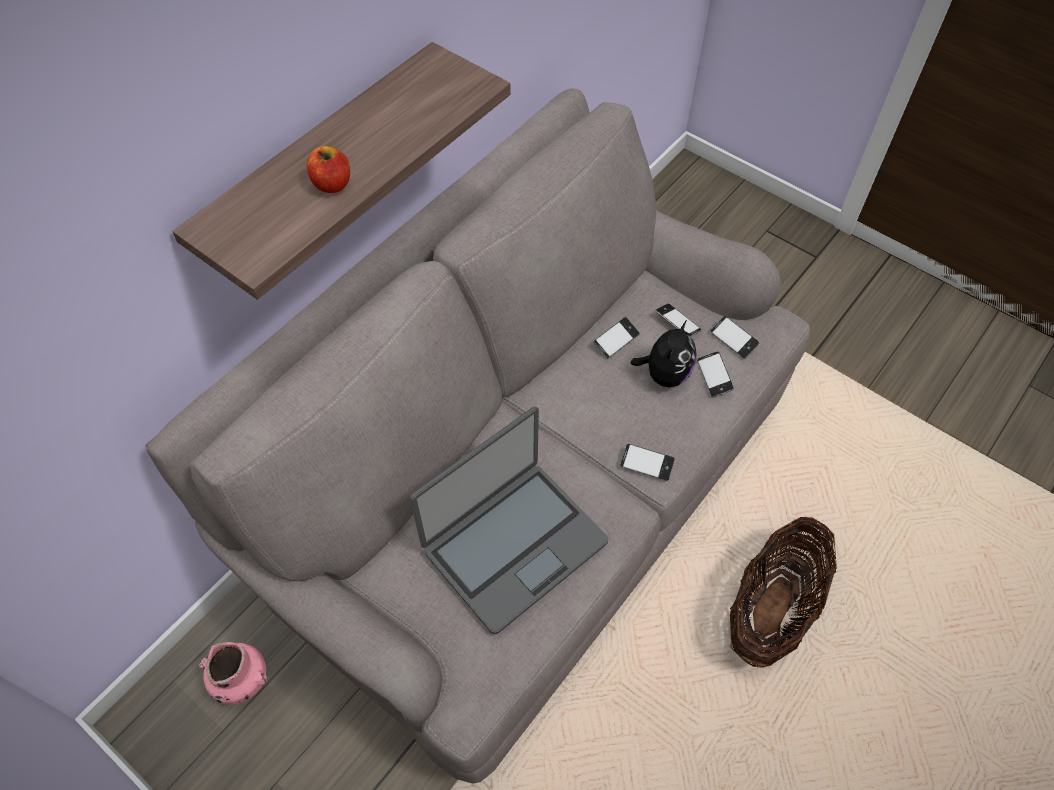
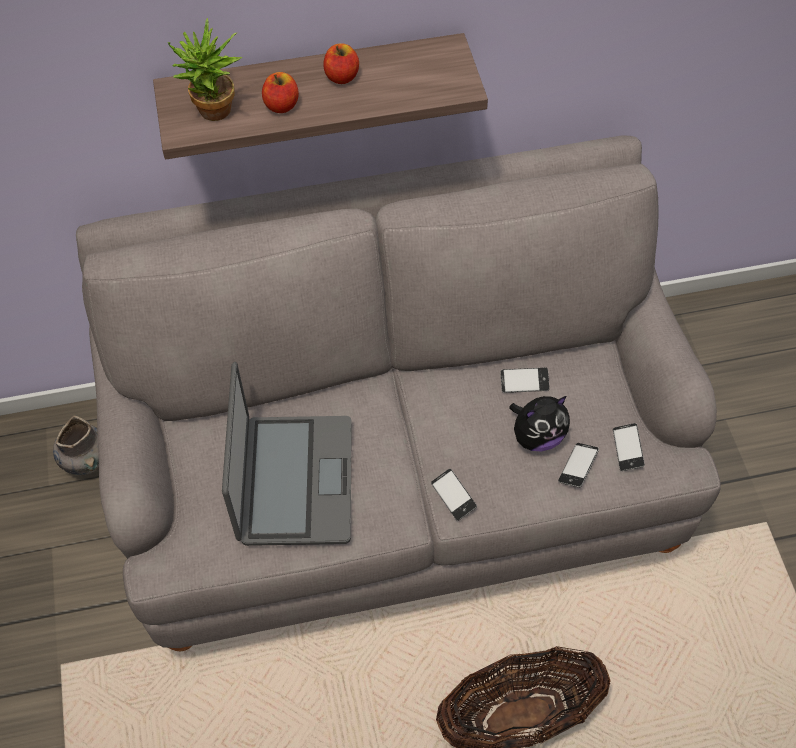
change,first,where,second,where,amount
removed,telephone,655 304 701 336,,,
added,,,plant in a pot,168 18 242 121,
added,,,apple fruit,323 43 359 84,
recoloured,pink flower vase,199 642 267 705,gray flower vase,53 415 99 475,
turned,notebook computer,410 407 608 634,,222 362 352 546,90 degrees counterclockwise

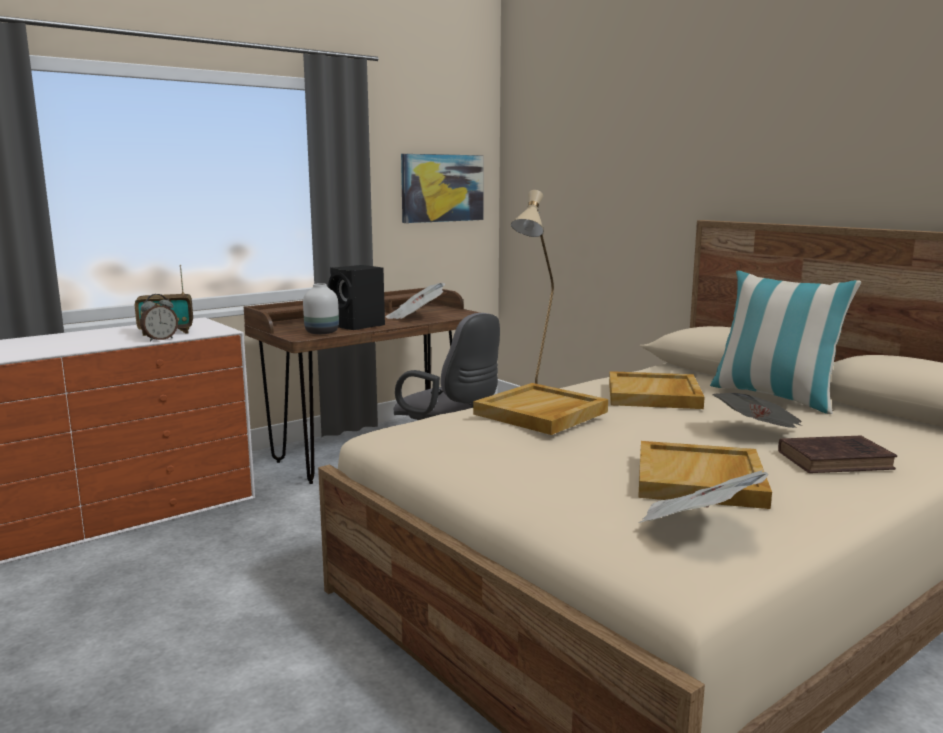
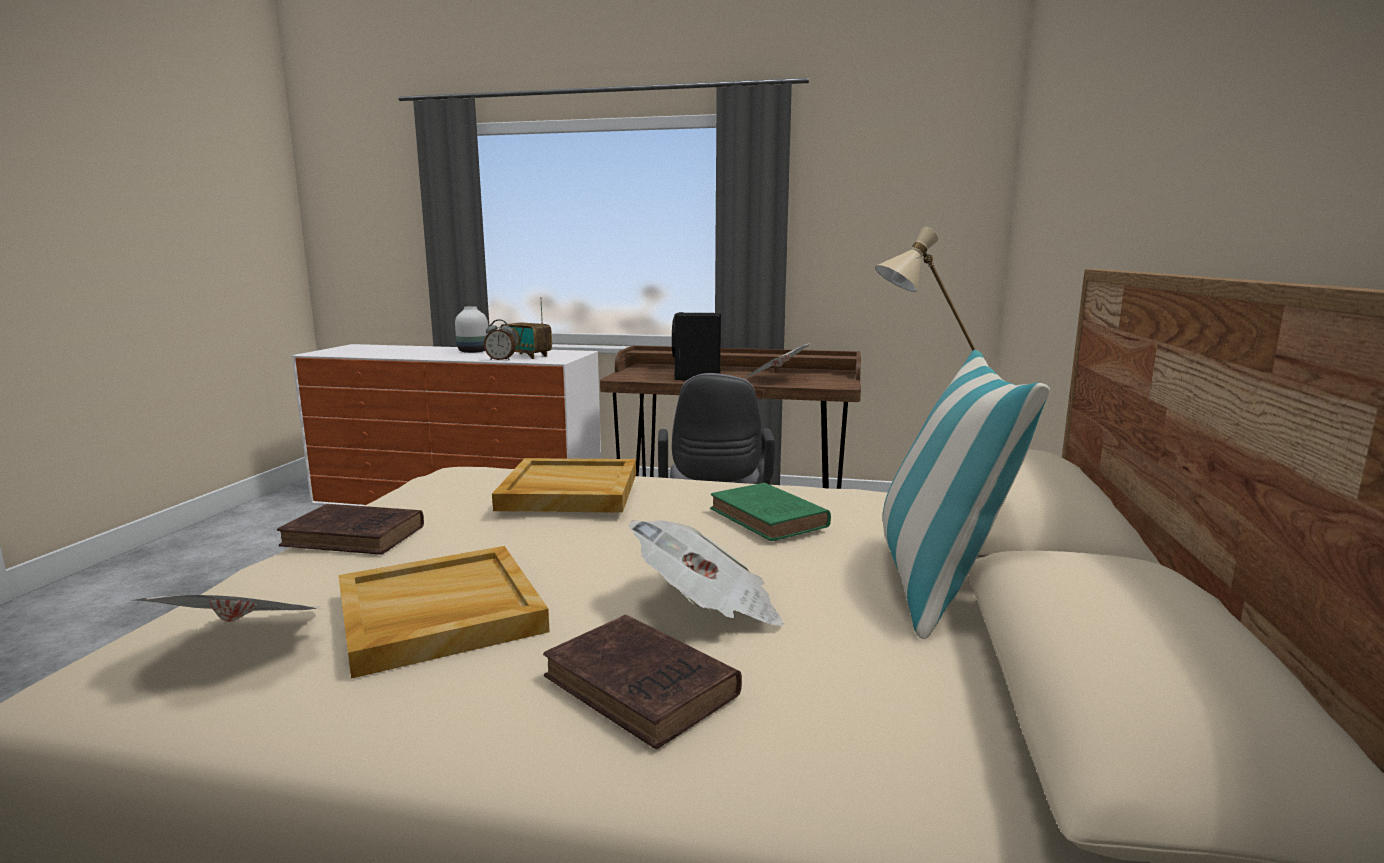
change,first,where,second,where,amount
removed,wall art,401 154 484 223,,,
added,,,brown volume,277 504 424 555,
moved,white flower vase,303 283 339 334,,455 306 488 353,
replaced,beige-coloured serving tray,609 371 705 409,green-coloured volume,710 483 831 541,

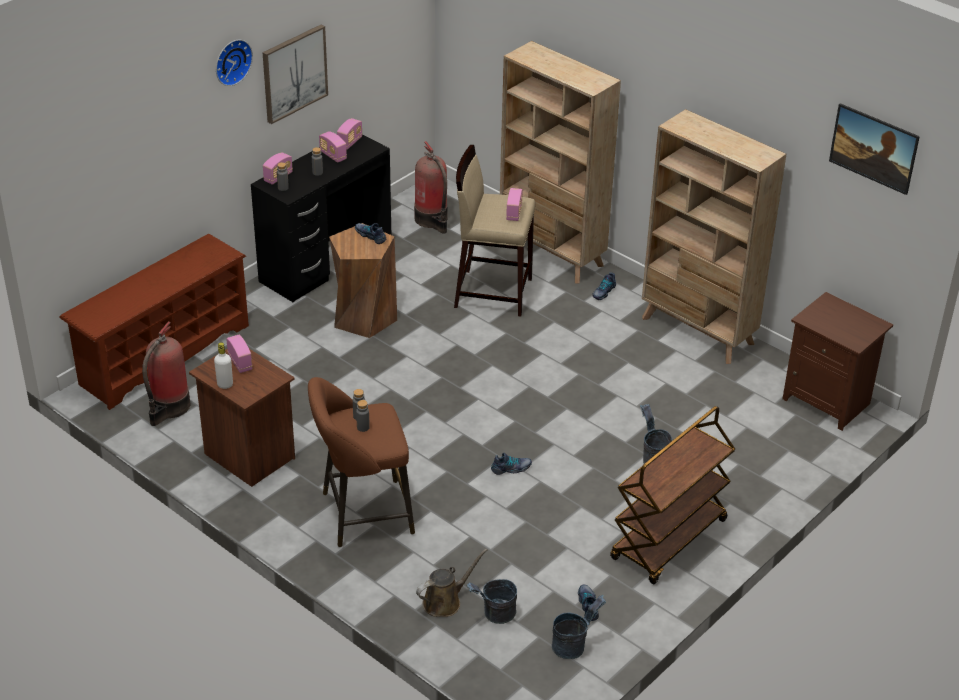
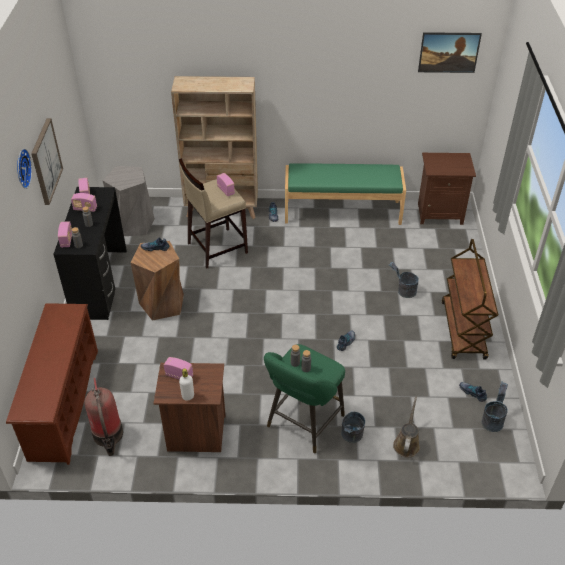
change,first,where,second,where,amount
moved,gray bucket,467 579 517 624,,341 412 365 443,
replaced,fire extinguisher,414 141 448 234,gray stool seat,102 166 155 236,
replaced,beige-coloured shelving unit,642 109 786 364,green-coloured bench,285 163 406 225,
recoloured,brown stool seat,308 377 415 547,green-coloured stool seat,264 344 345 453,

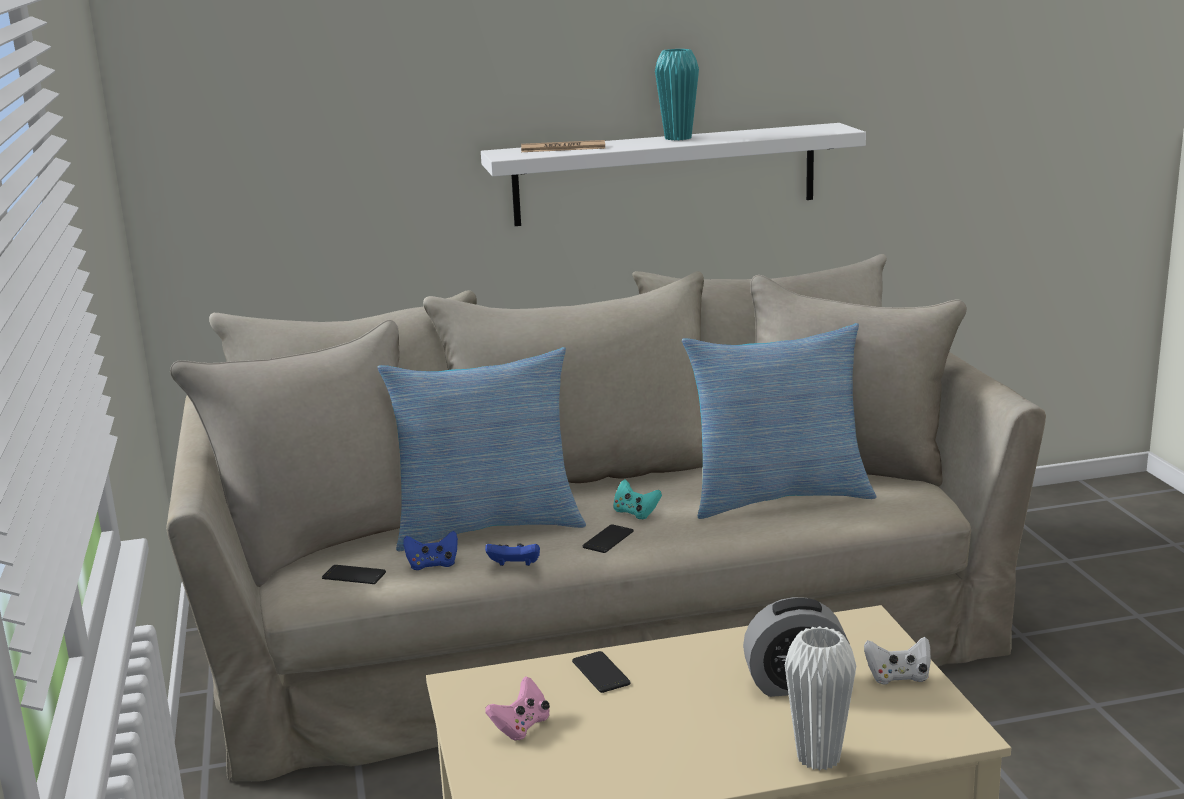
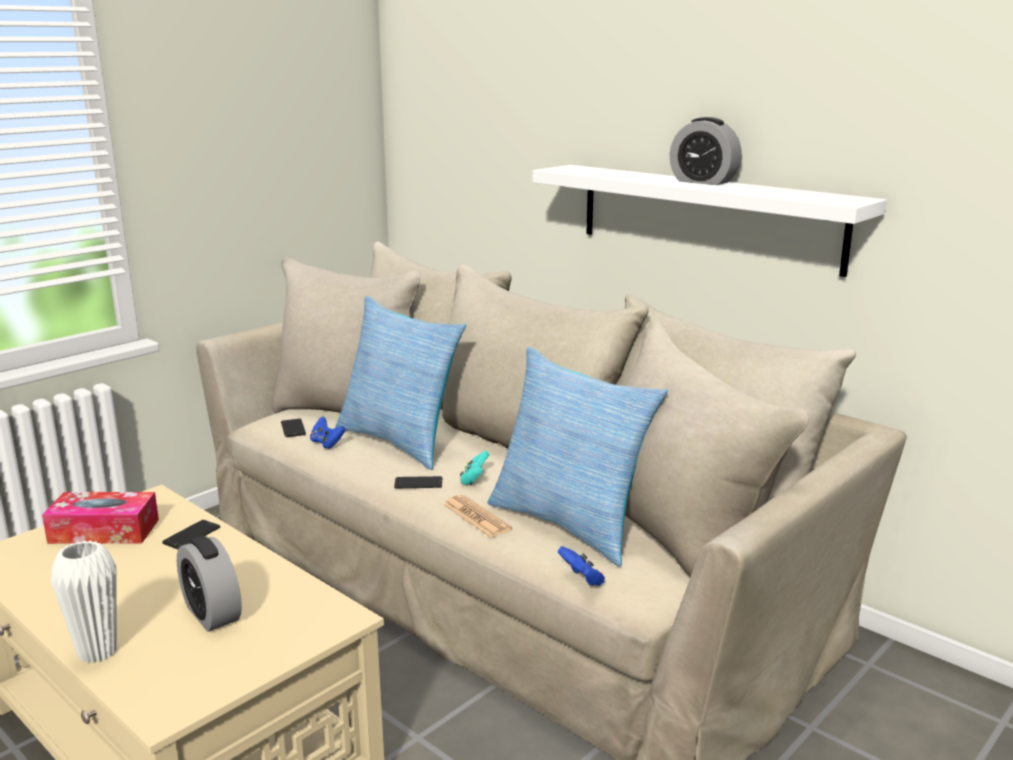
change,first,where,second,where,amount
removed,white gamepad,864 637 931 684,,,
moved,blue-coloured gamepad,485 543 540 566,,558 546 605 586,
moved,printed paper,521 140 606 152,,443 495 512 538,
replaced,pink gamepad,485 676 550 740,tissue holder,42 492 159 544,
replaced,turquoise flower vase,655 49 699 140,bedside clock,670 117 742 185,

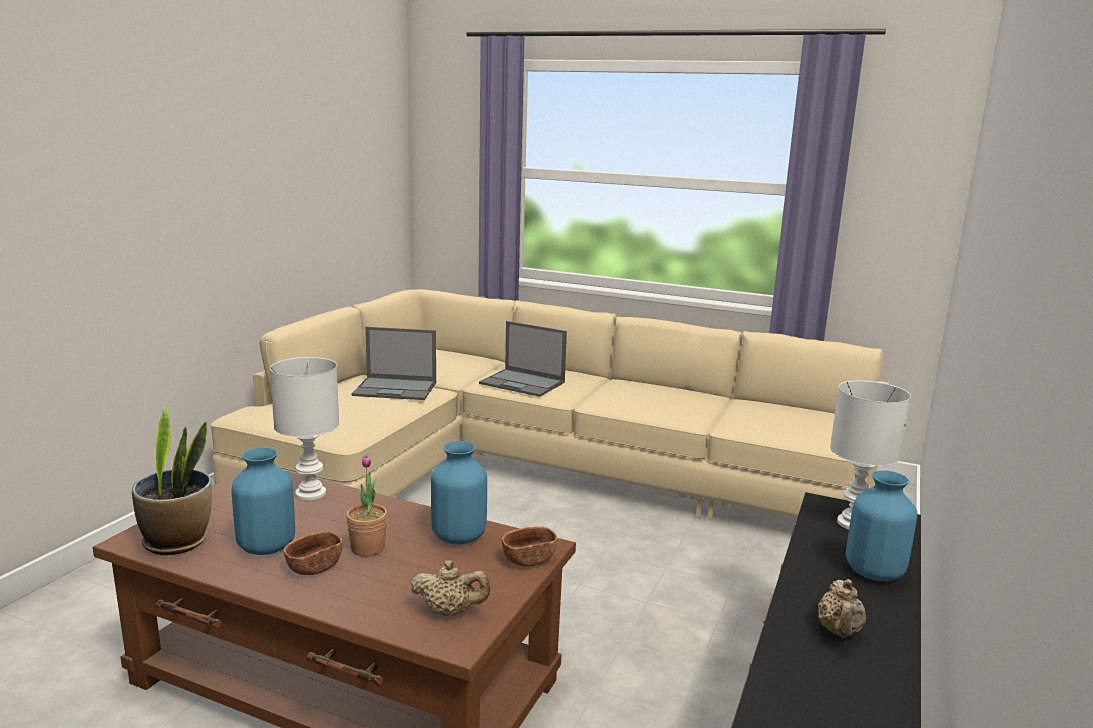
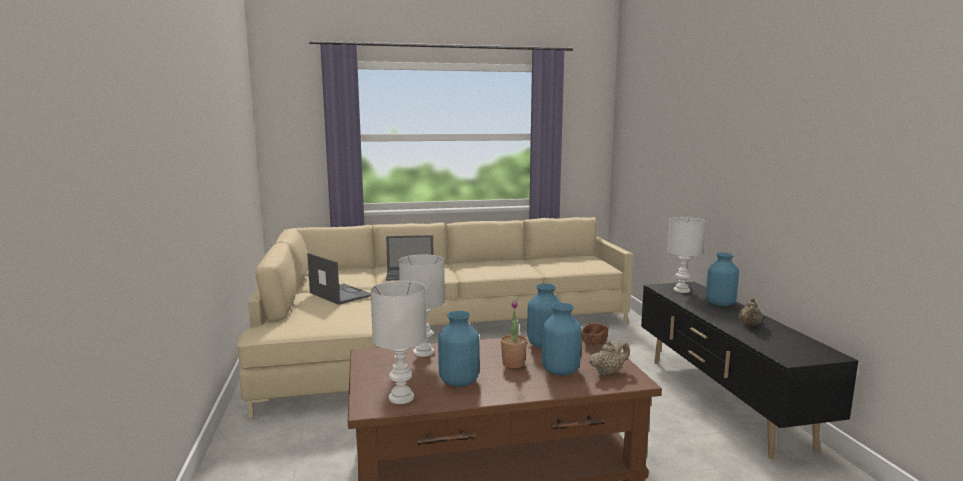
change,first,where,second,where,amount
removed,brown deep dish,284 531 343 575,,,
added,,,blue-coloured flower vase,542 303 581 376,
replaced,plant in a pot,132 406 212 555,white lamp for a table,370 281 427 404,
turned,notebook computer,351 327 436 400,,307 253 371 305,105 degrees counterclockwise
turned,beige-coloured teapot,818 579 866 638,,739 298 763 327,45 degrees clockwise

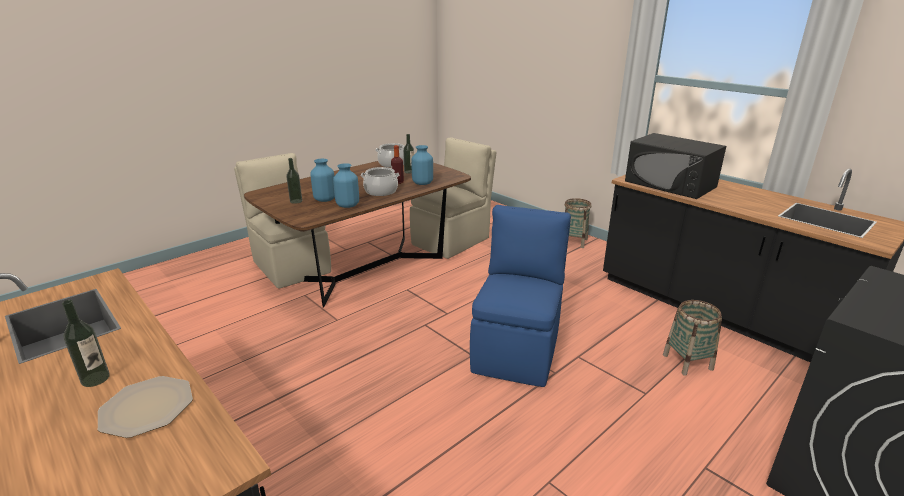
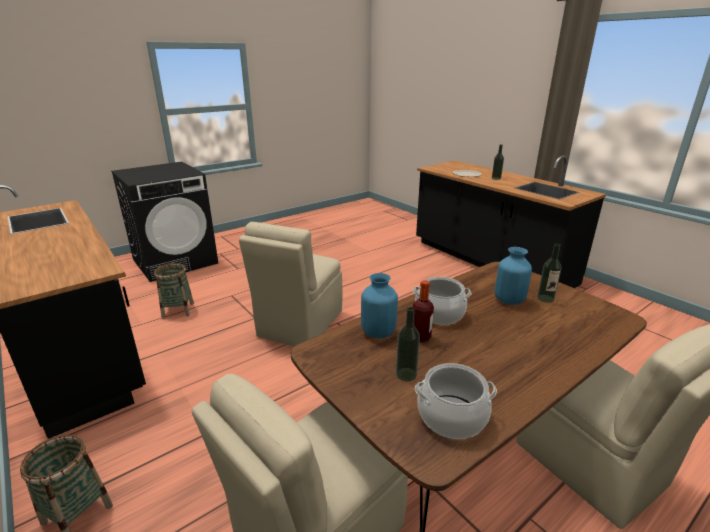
change,first,where,second,where,amount
removed,blue-coloured flower vase,333 163 359 208,,,
removed,black-coloured kitchen microwave,625 133 726 199,,,
recoloured,blue-coloured plain chair,470 205 571 387,beige-coloured plain chair,239 222 342 346,

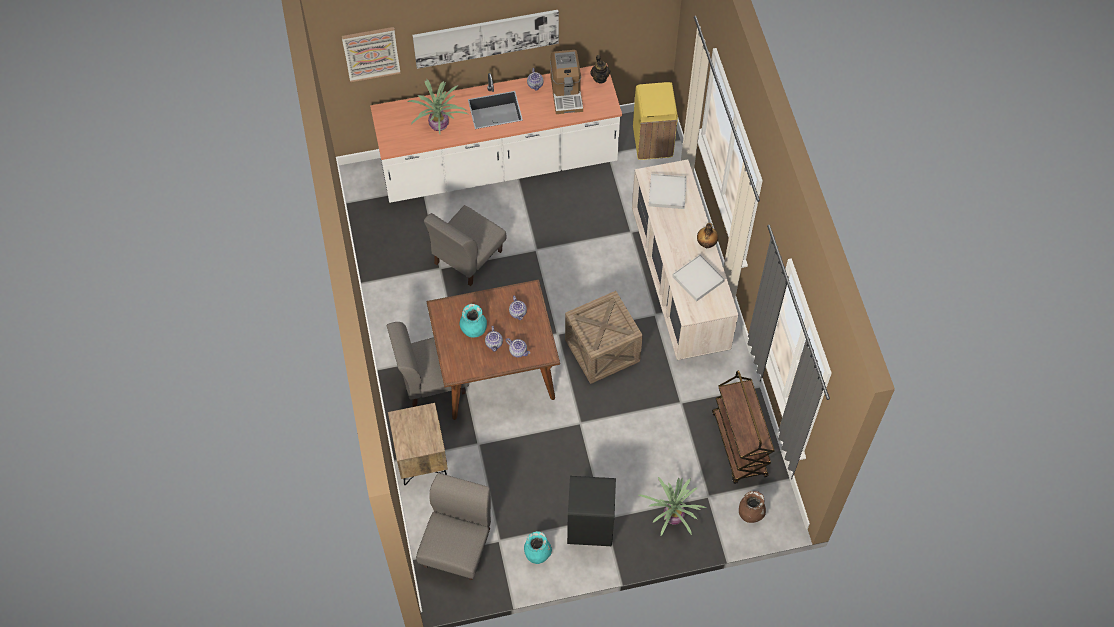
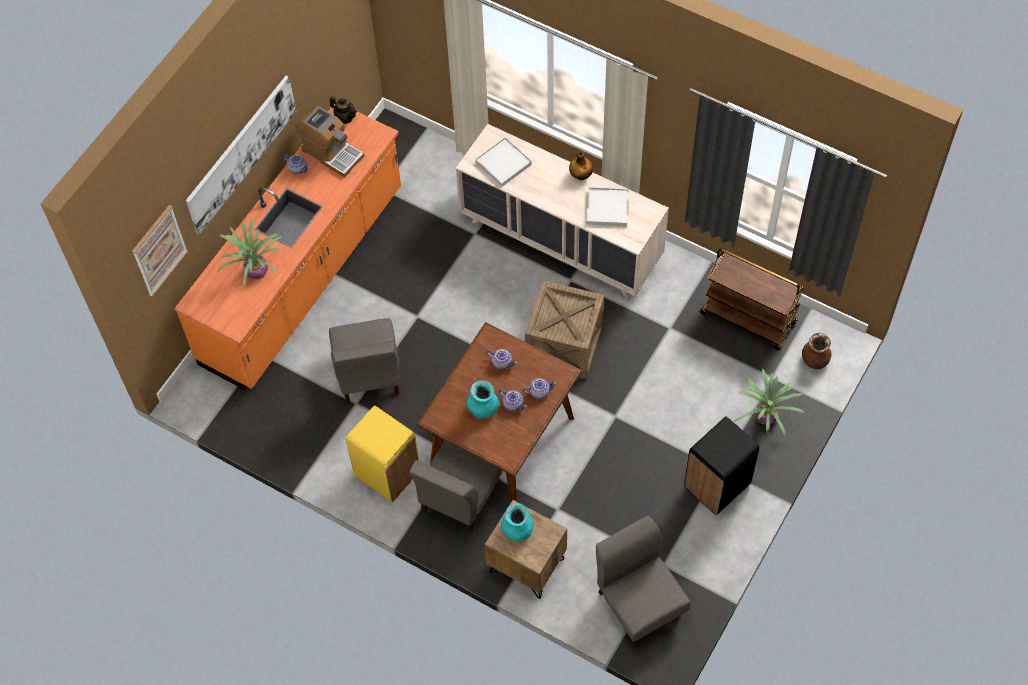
change,first,where,second,where,amount
moved,turquoise flower vase,524 531 552 564,,501 503 533 541,
moved,yellowish rubbish bin,633 82 678 160,,346 406 419 503,
recoloured,white kitchen counter,370 63 622 203,orange-coloured kitchen counter,174 104 401 390,

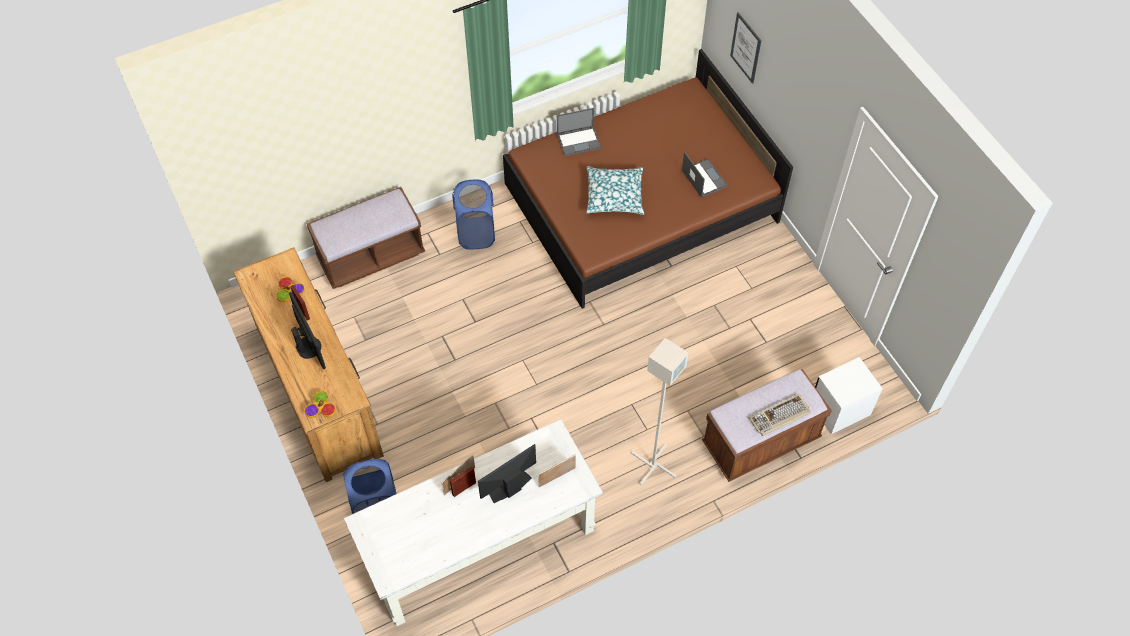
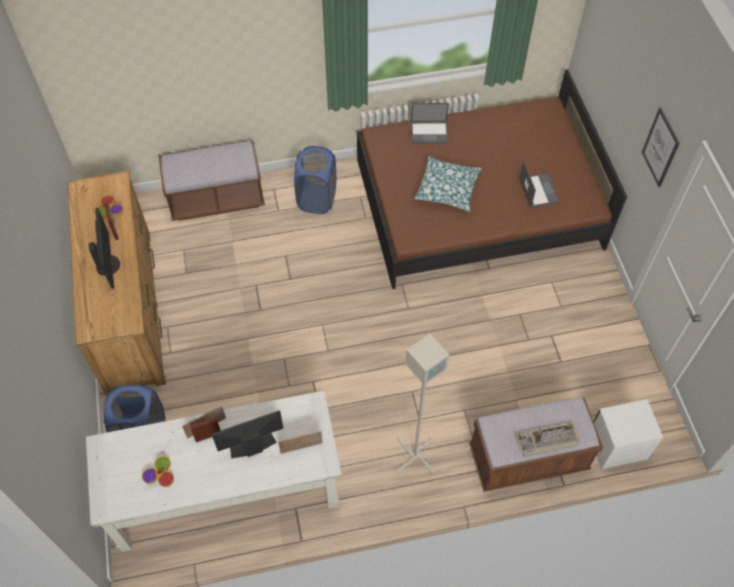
change,first,where,second,where,amount
moved,deep dish,304 391 336 418,,142 456 174 487,
moved,wall art,730 12 761 84,,642 107 680 187,

